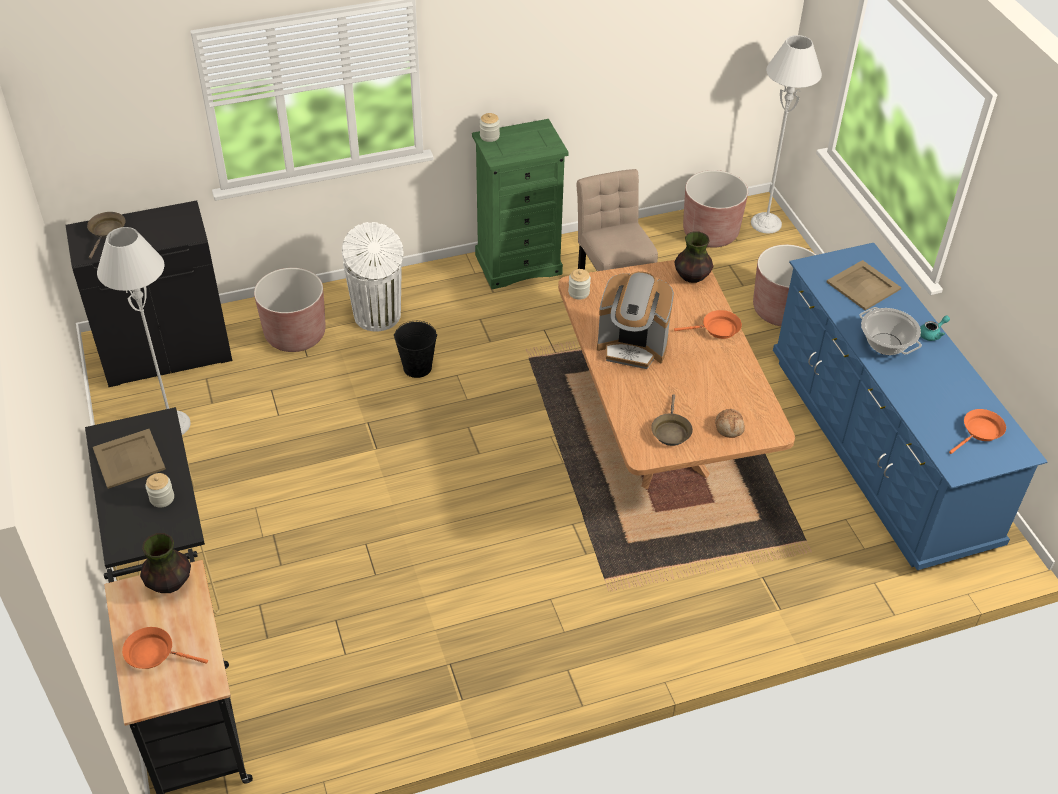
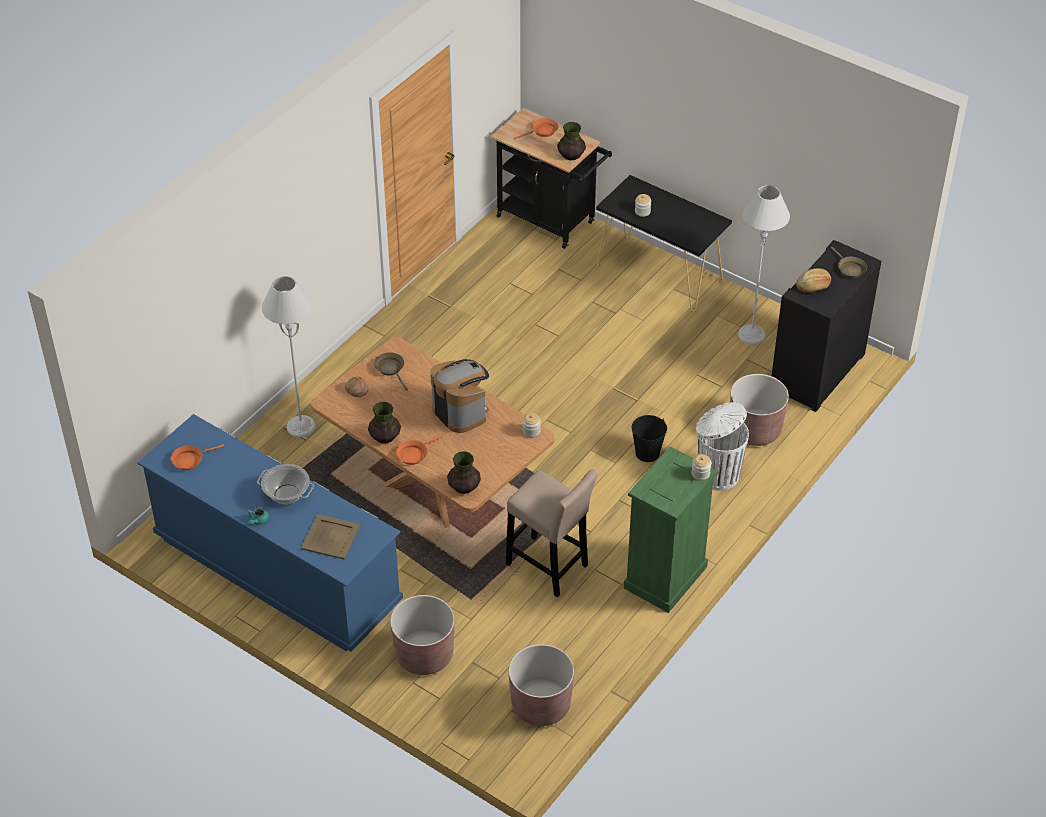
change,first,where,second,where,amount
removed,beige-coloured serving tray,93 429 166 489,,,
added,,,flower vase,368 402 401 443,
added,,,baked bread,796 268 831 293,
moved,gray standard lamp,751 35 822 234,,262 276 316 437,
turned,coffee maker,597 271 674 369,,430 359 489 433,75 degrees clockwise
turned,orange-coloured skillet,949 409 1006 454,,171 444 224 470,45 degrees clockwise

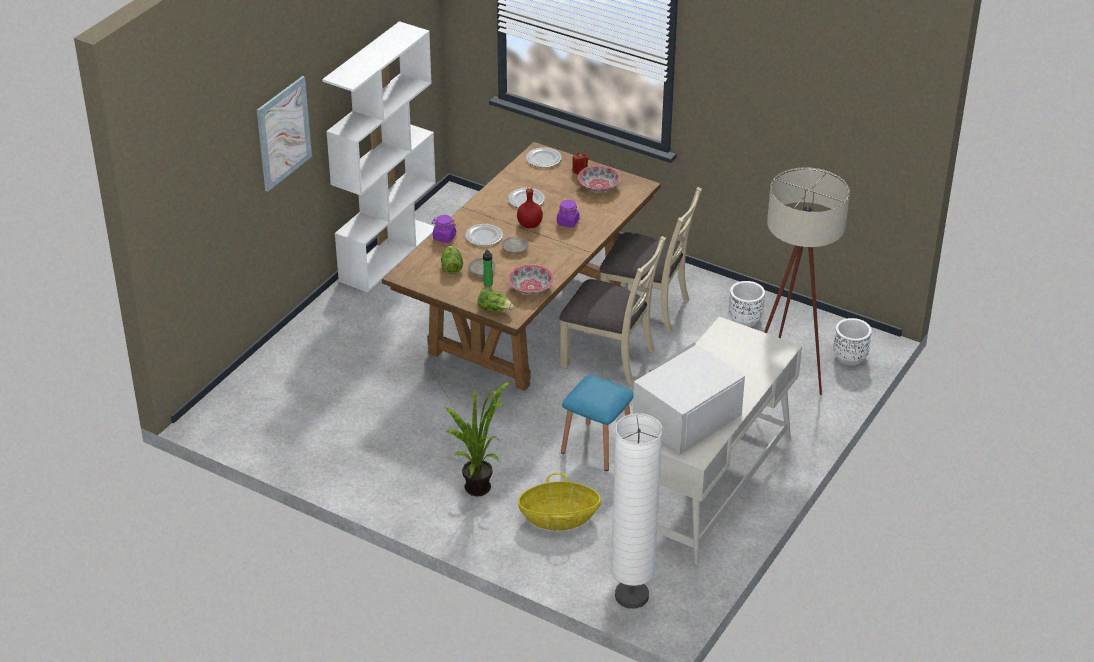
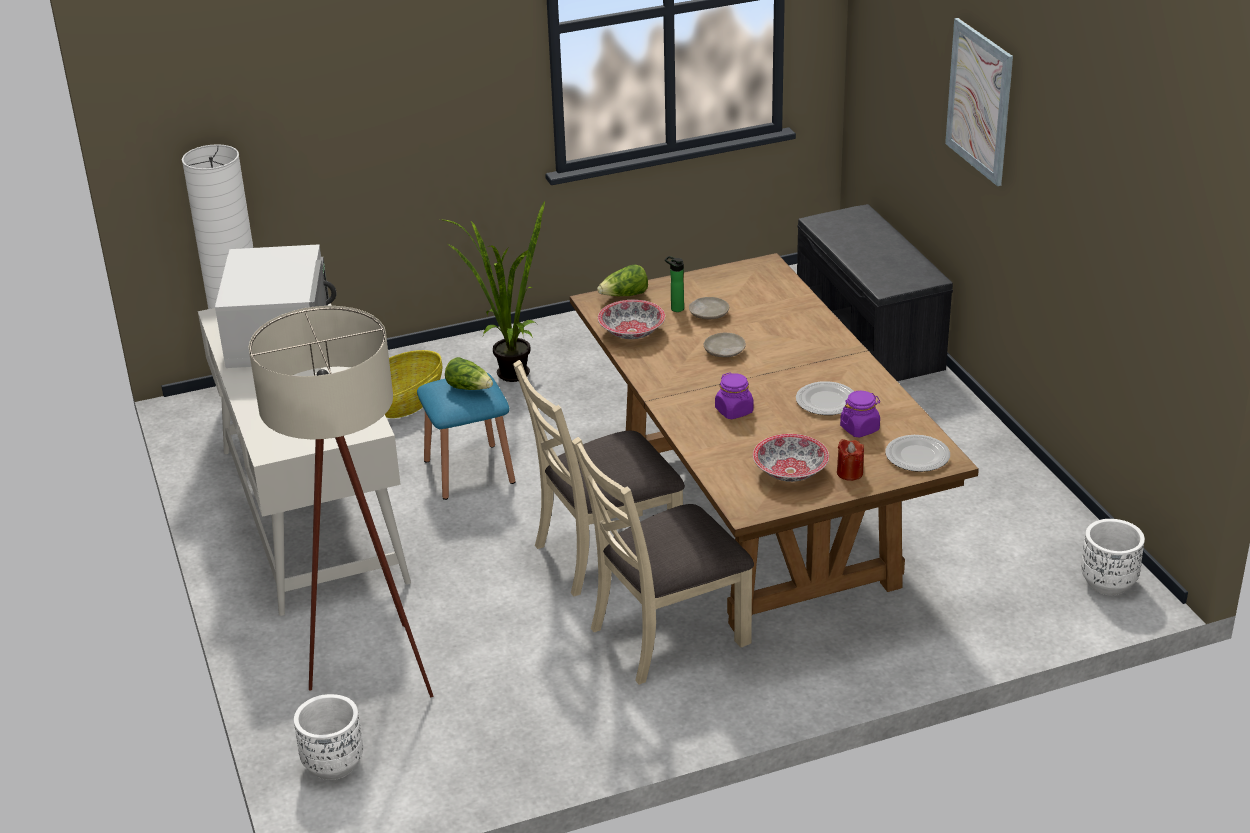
change,first,where,second,where,amount
removed,white shelving unit,322 21 436 293,,,
removed,flat dish,465 224 503 246,,,
removed,red beverage bottle,517 186 543 228,,,
added,,,gray bench,797 204 953 381,
moved,purplish jar,431 215 457 243,,840 391 880 438,
moved,lettuce,441 246 463 274,,445 357 493 390,
moved,white plant pot,729 281 765 327,,1081 519 1145 595,

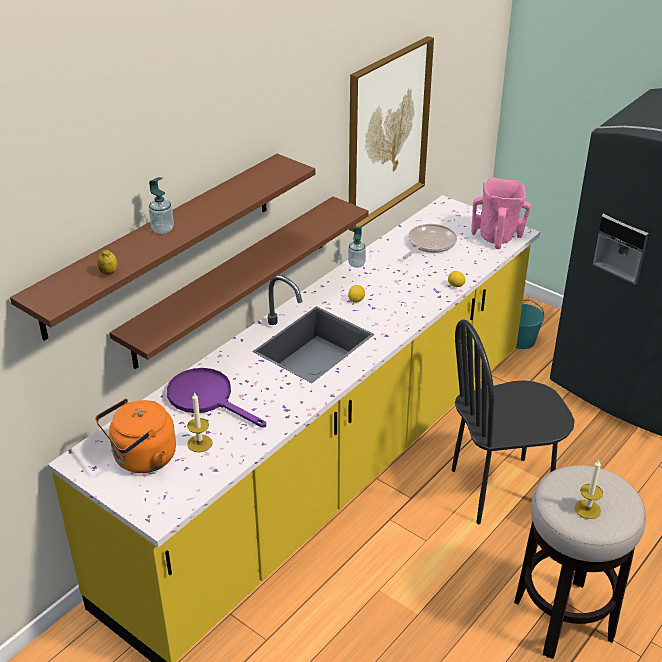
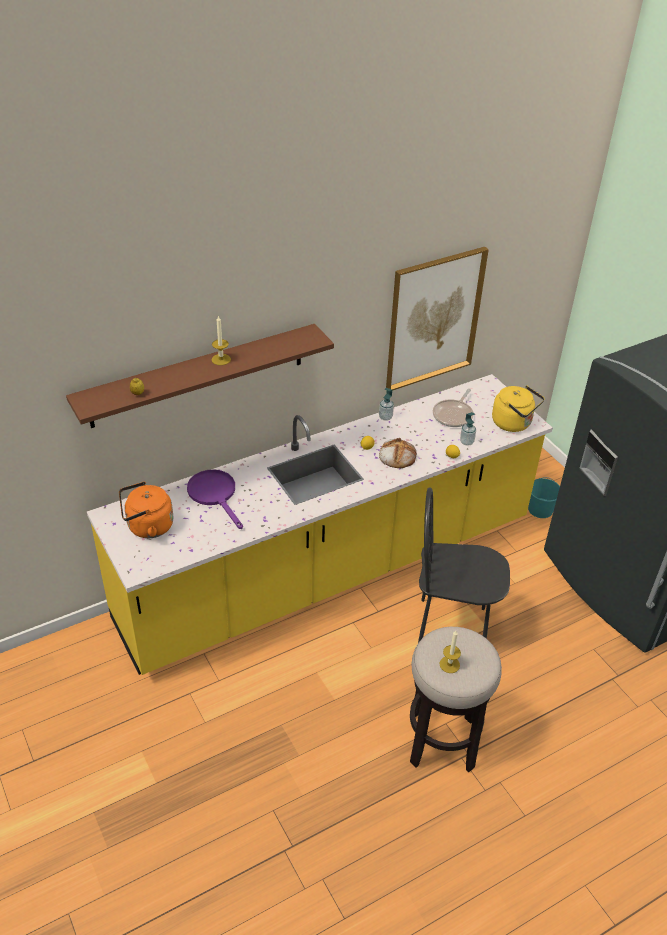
change,first,where,second,where,amount
removed,brown wall shelf,110 196 369 369,,,
added,,,baked bread,379 438 417 468,
moved,soap bottle,149 177 174 234,,460 412 476 446,
moved,candle,187 392 213 452,,212 315 231 365,
replaced,pink flower vase,471 177 531 250,yellowish kettle,492 385 545 432,
turned,skillet,403 224 457 259,,433 389 473 427,150 degrees clockwise

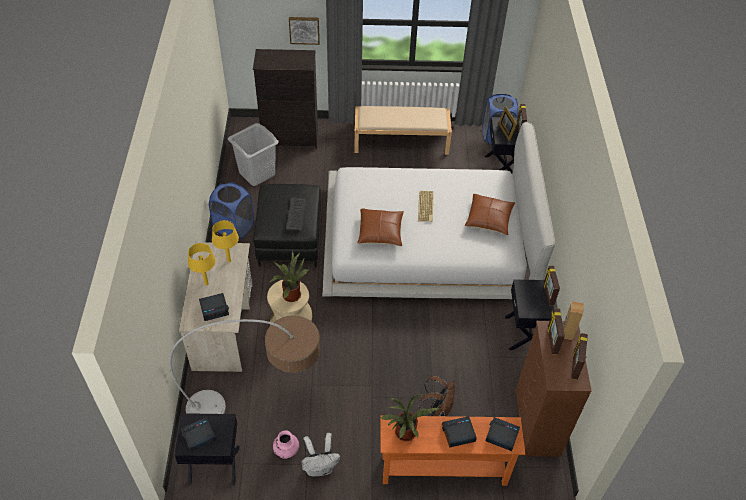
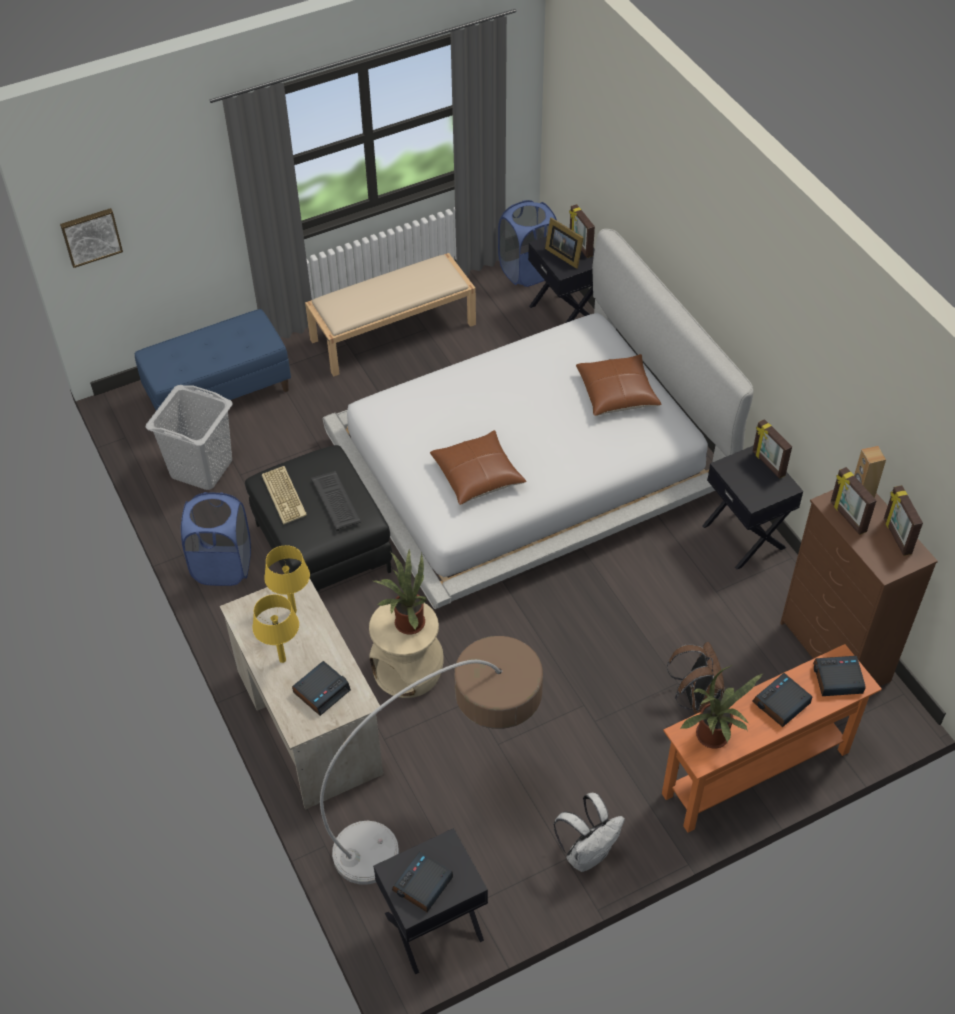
change,first,where,second,where,amount
removed,pink flower vase,273 430 299 459,,,
moved,wall art,289 17 320 45,,60 208 123 268,
moved,keyboard,418 191 434 222,,262 466 307 524,
replaced,black-coloured dresser,253 49 318 149,blue-coloured bench,135 309 291 411,

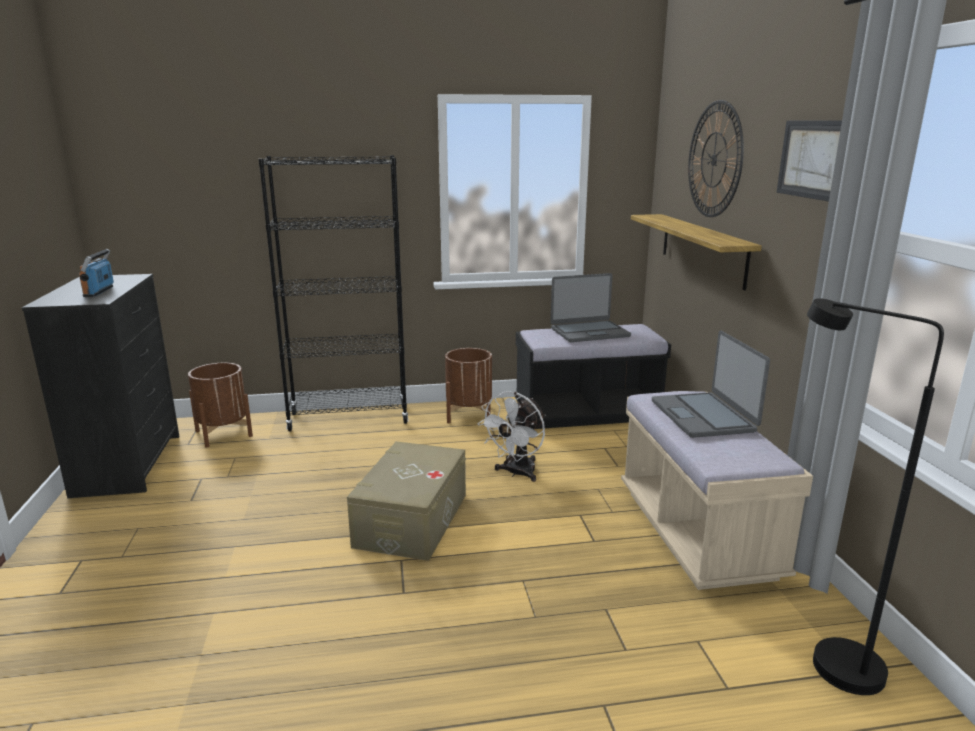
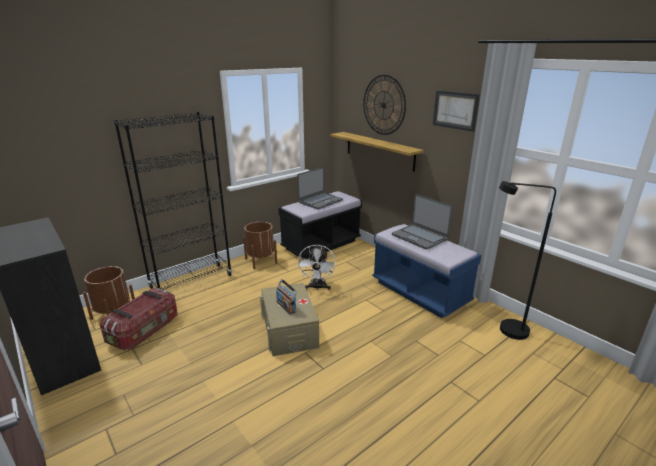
change,first,where,second,where,amount
added,,,storage box,100 288 177 350,
moved,radio receiver,79 249 114 297,,276 279 297 314,
recoloured,beige-coloured bench,621 391 813 590,blue-coloured bench,372 224 481 318,

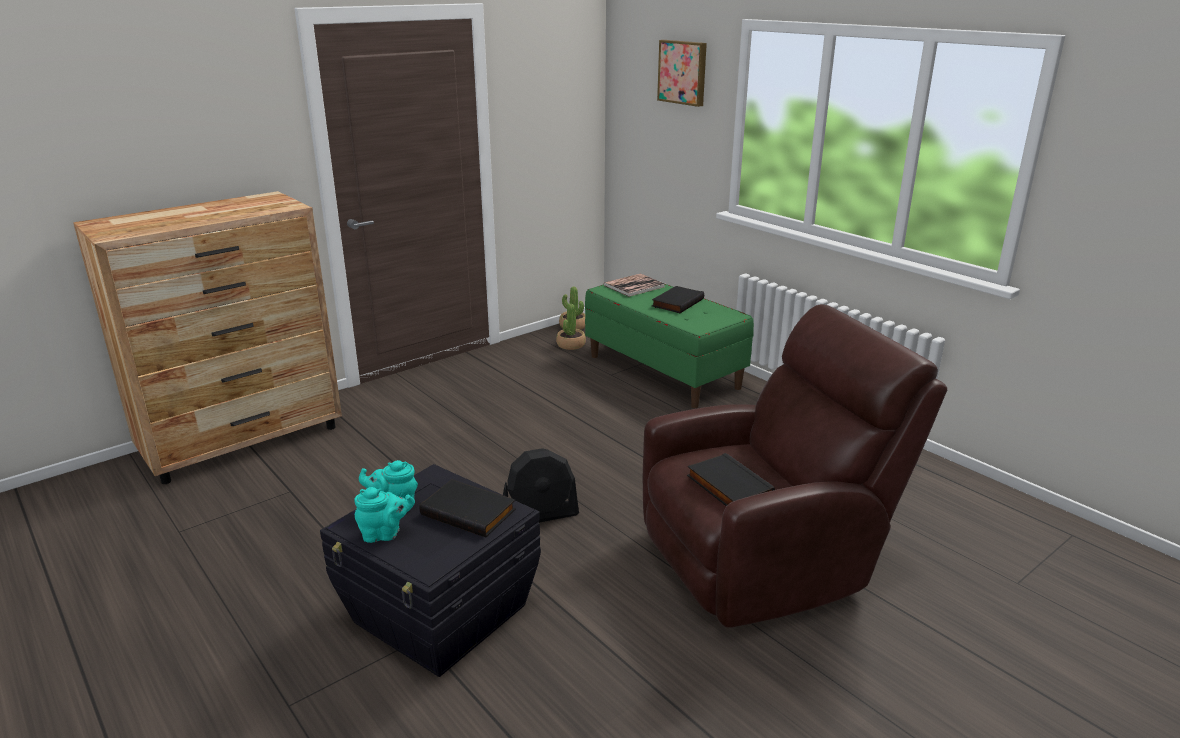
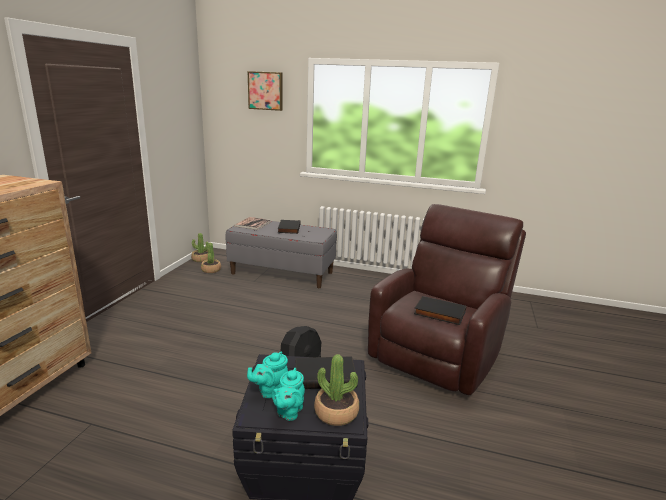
change,first,where,second,where,amount
added,,,plant in a pot,314 354 359 426,
recoloured,green-coloured bench,585 284 754 408,gray bench,226 221 337 288,
turned,turquoise teapot,355 487 415 543,,272 368 305 421,150 degrees clockwise

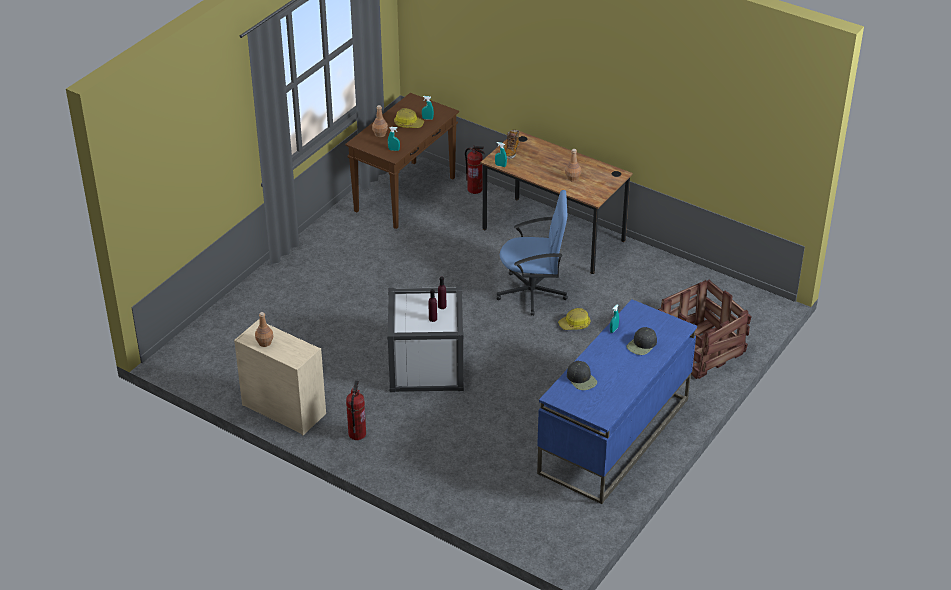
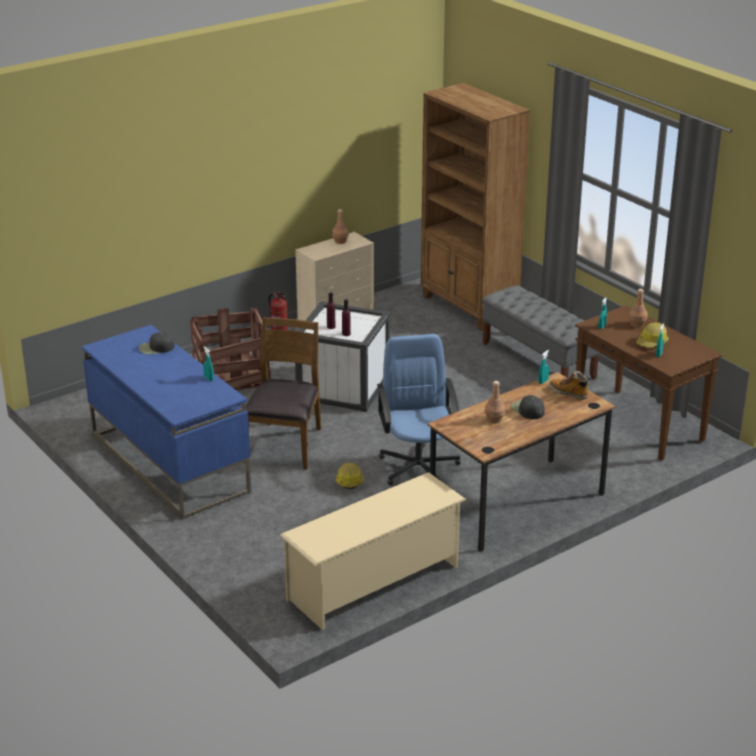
change,first,where,second,where,amount
removed,fire extinguisher,465 146 485 194,,,
added,,,brown plain chair,243 317 321 470,
added,,,beige-coloured shoe stand,280 472 466 630,
added,,,brown shelving unit,421 83 530 331,
added,,,gray bench,482 286 600 379,
moved,black-coloured cap,627 327 657 355,,511 395 545 419,
moved,shipping crate,658 280 752 379,,190 307 271 391,
turned,blue-coloured computer chair,496 190 568 316,,377 334 461 485,150 degrees clockwise

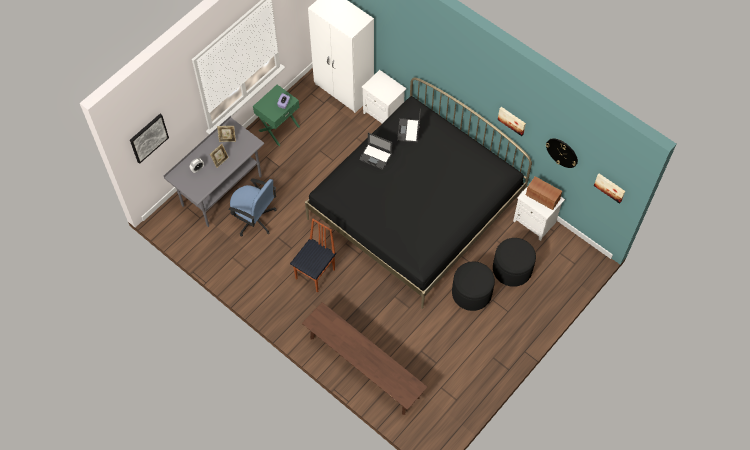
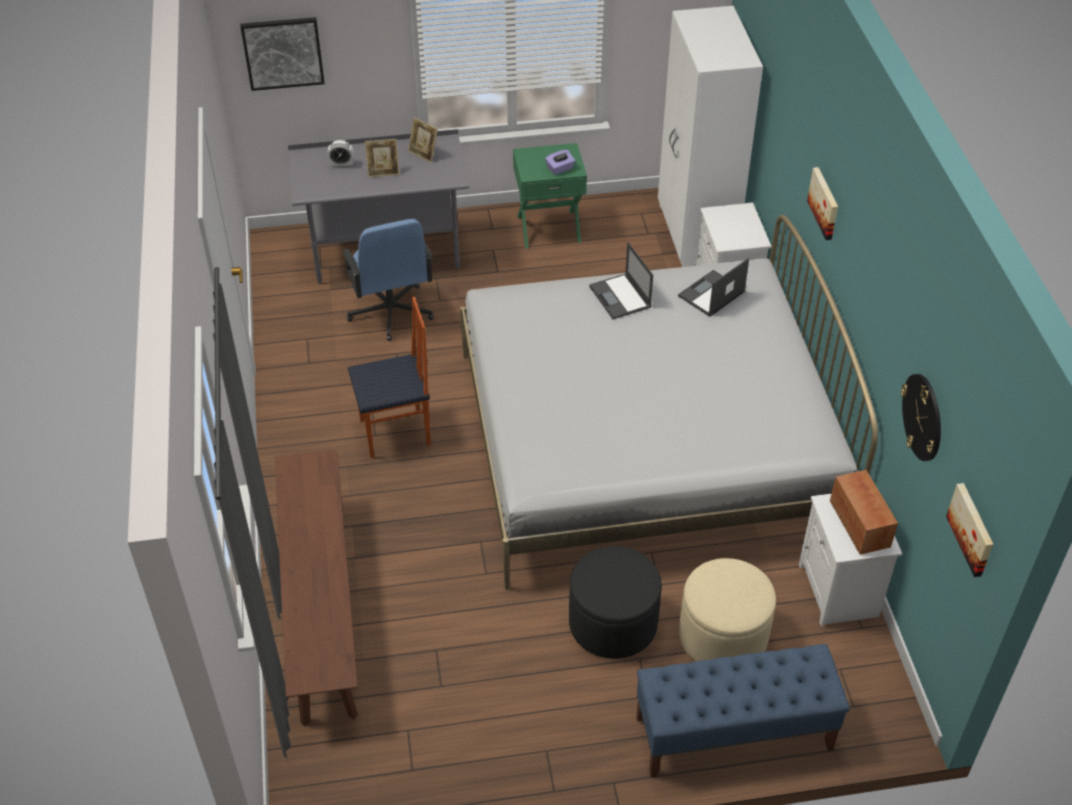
change,first,where,second,where,amount
added,,,blue-coloured bench,636 644 850 777,
moved,wall art,498 107 526 136,,807 167 838 240,
recoloured,black-coloured bed,305 78 532 309,white bed,460 215 878 590,
recoloured,black-coloured ottoman,493 238 536 287,beige-coloured ottoman,679 558 776 661,

